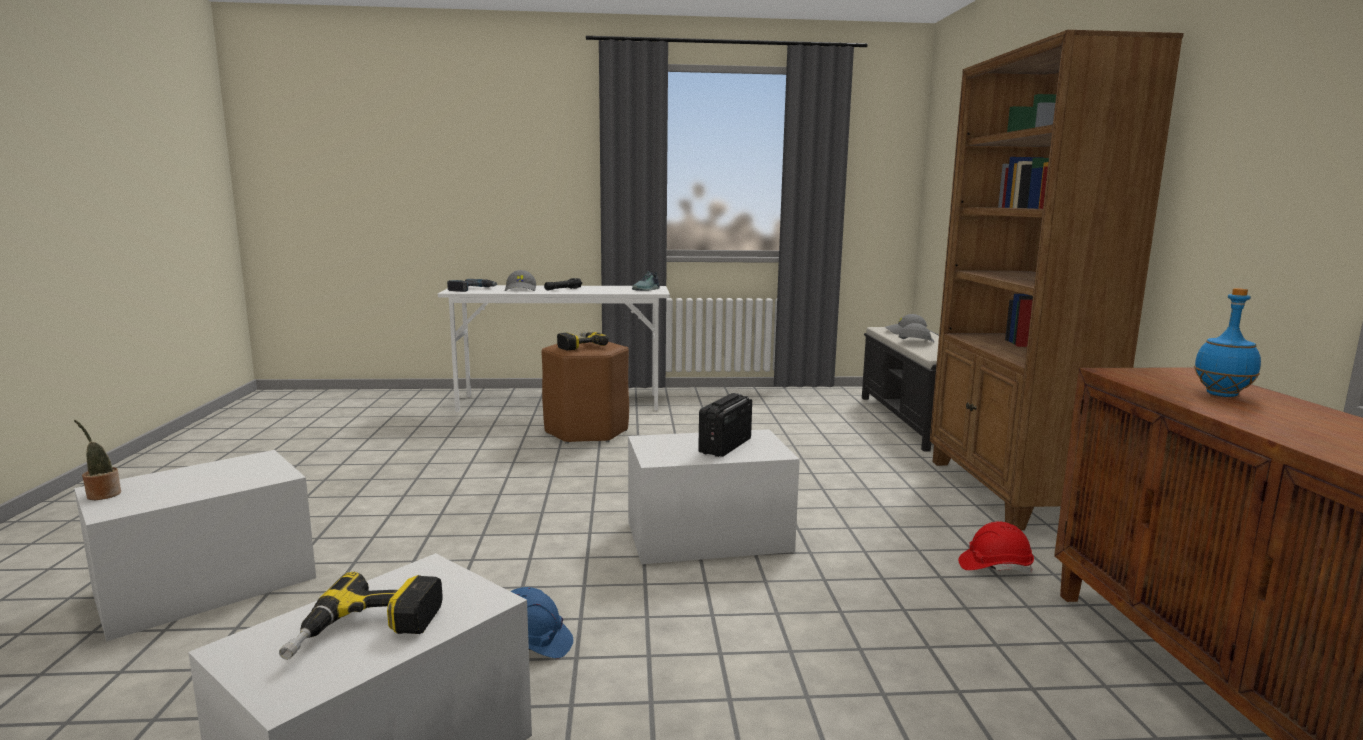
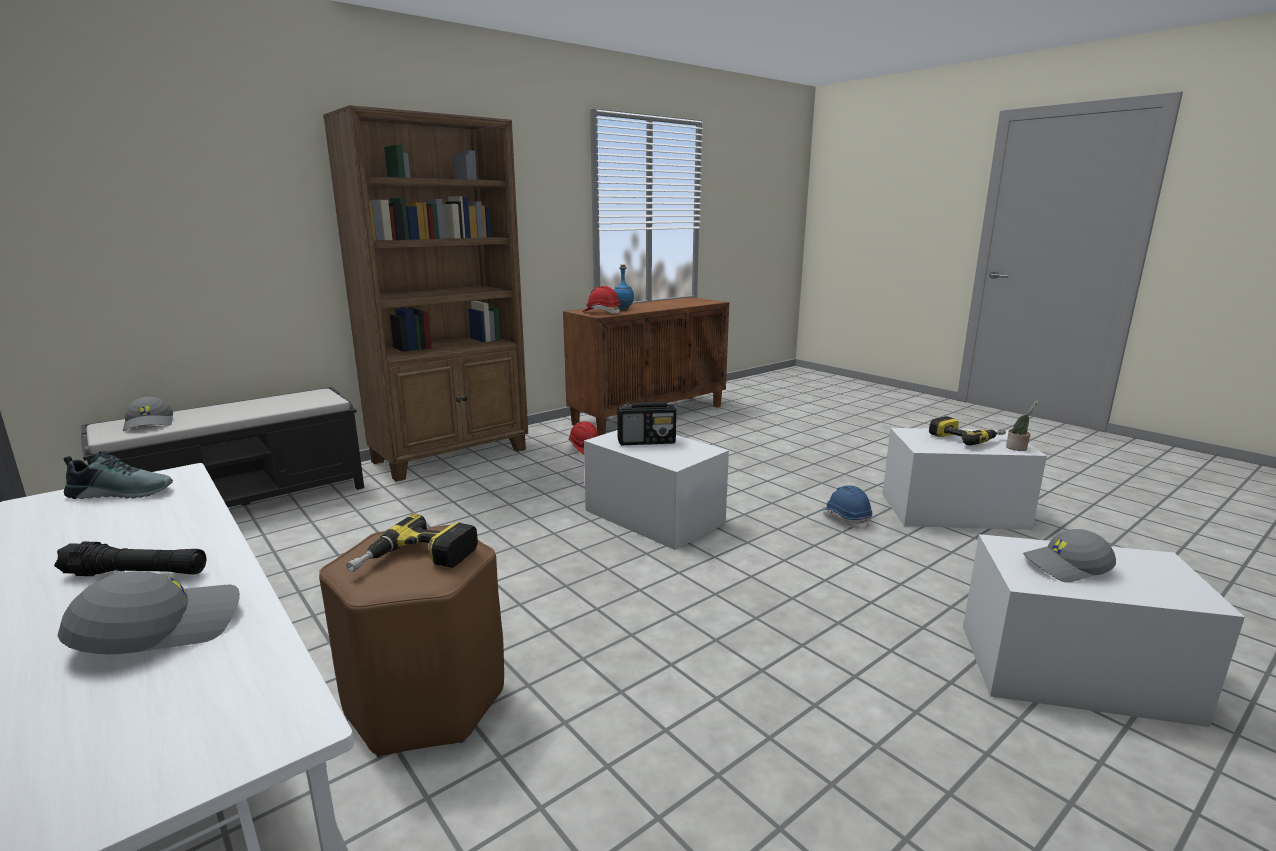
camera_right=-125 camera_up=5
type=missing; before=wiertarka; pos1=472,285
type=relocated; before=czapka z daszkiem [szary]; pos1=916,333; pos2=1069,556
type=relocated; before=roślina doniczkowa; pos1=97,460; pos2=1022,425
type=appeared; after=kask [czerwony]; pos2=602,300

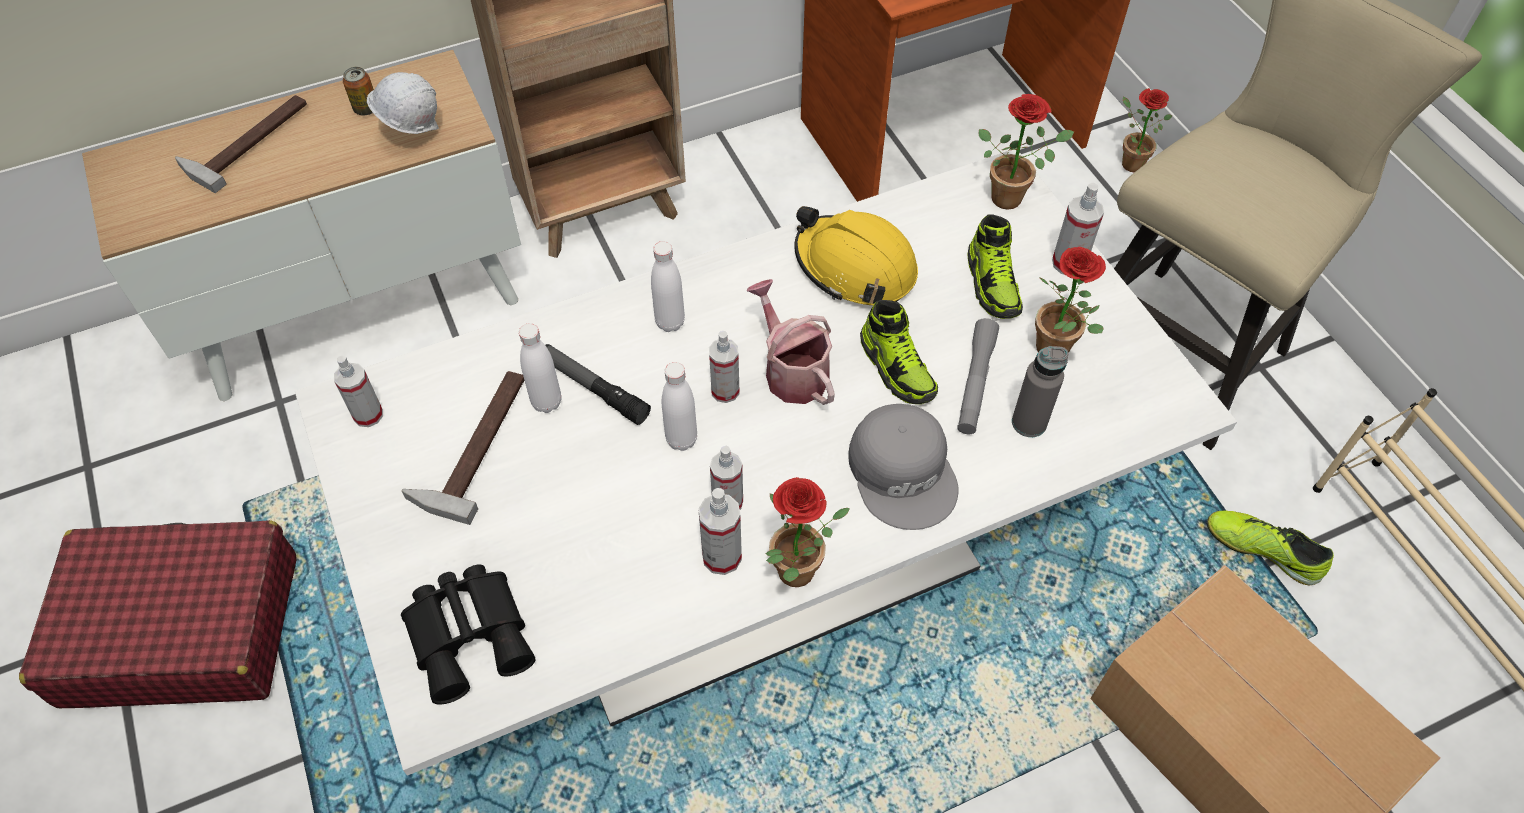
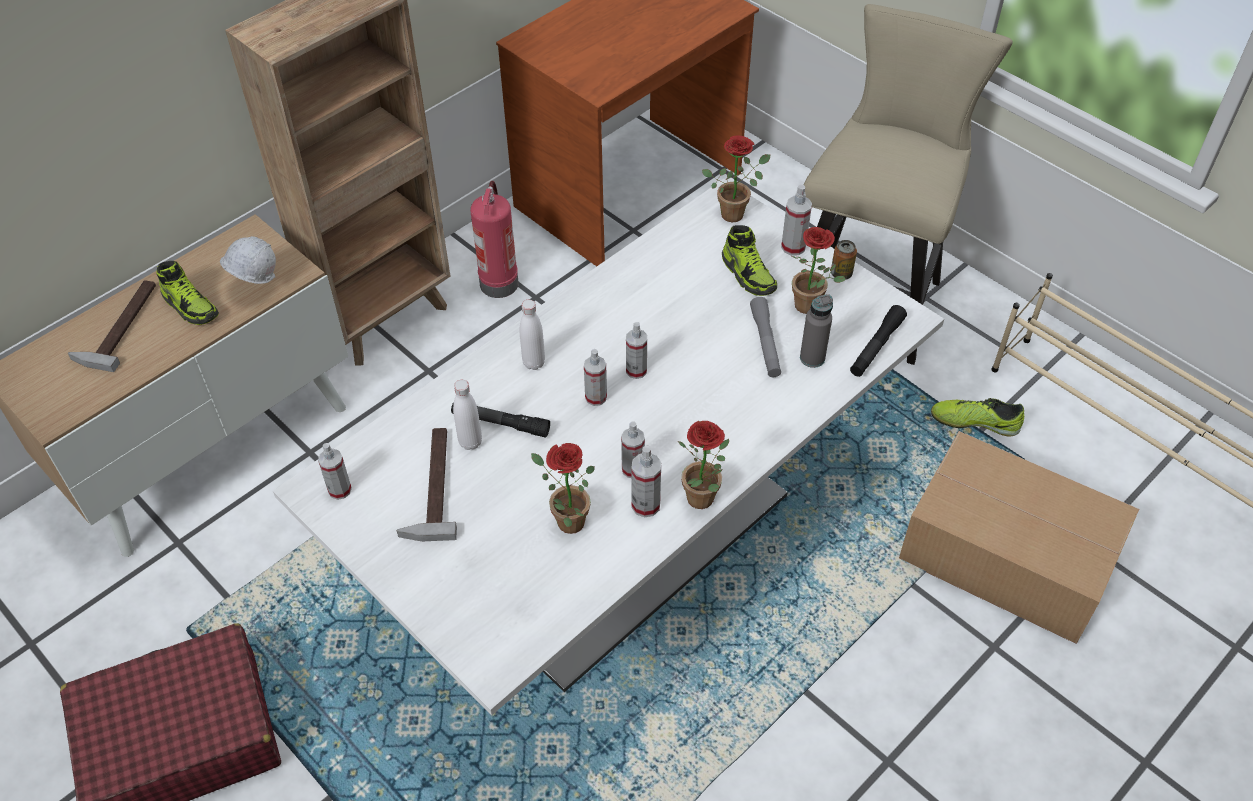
camera_right=-20 camera_up=-5
type=relocated; before=puszka; pos1=358,91; pos2=844,260
type=relocated; before=roślina doniczkowa; pos1=1147,130; pos2=563,488
type=missing; before=kask [żółty]; pos1=856,255
type=exchanged; before=konewka; after=spryskiwacz; pos1=791,342; pos2=636,350
type=relocated; before=but; pos1=899,352; pos2=188,293
type=missing; before=butelka [biały]; pos1=679,406
type=missing; before=czapka z daszkiem [szary]; pos1=903,467
type=missing; before=lornetka [czarny]; pos1=468,635
type=appeared; after=gaśnica; pos2=494,239
type=appeared; after=latarka [czarny]; pos2=878,341

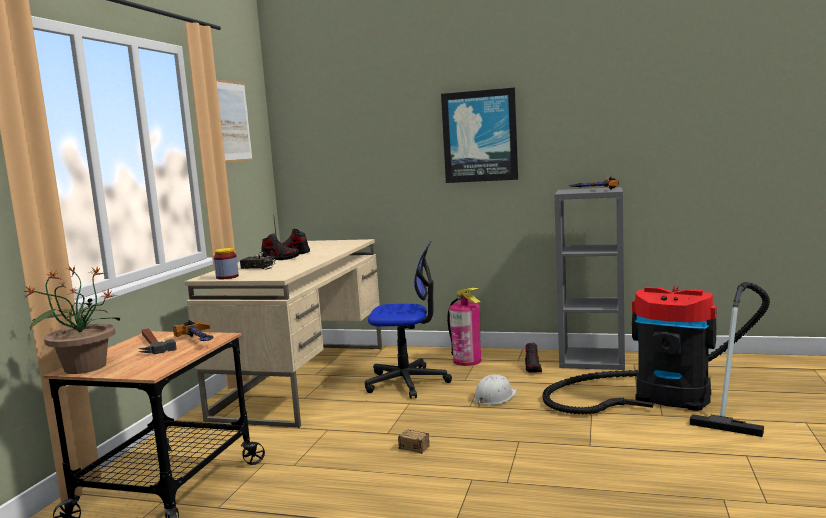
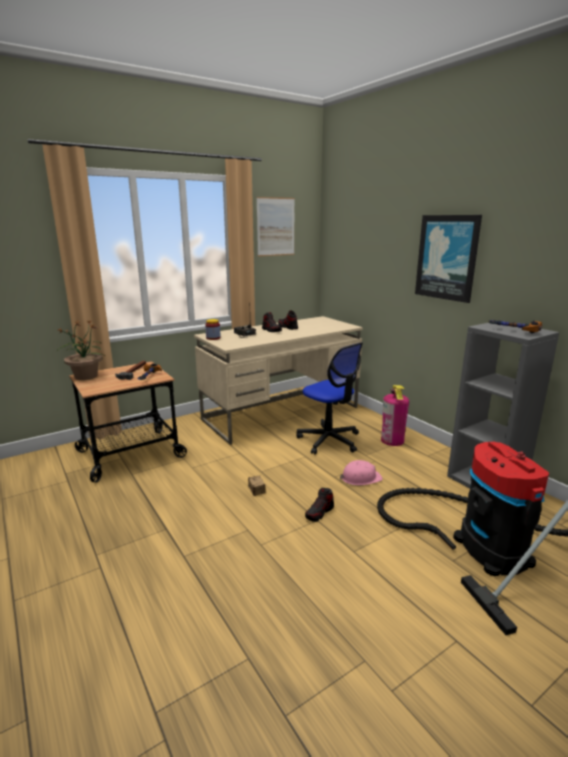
camera_right=40 camera_up=10
type=relocated; before=but; pos1=533,358; pos2=319,505
type=colour; before=kask [biały]; after=kask [różowy]; pos1=495,389; pos2=361,472

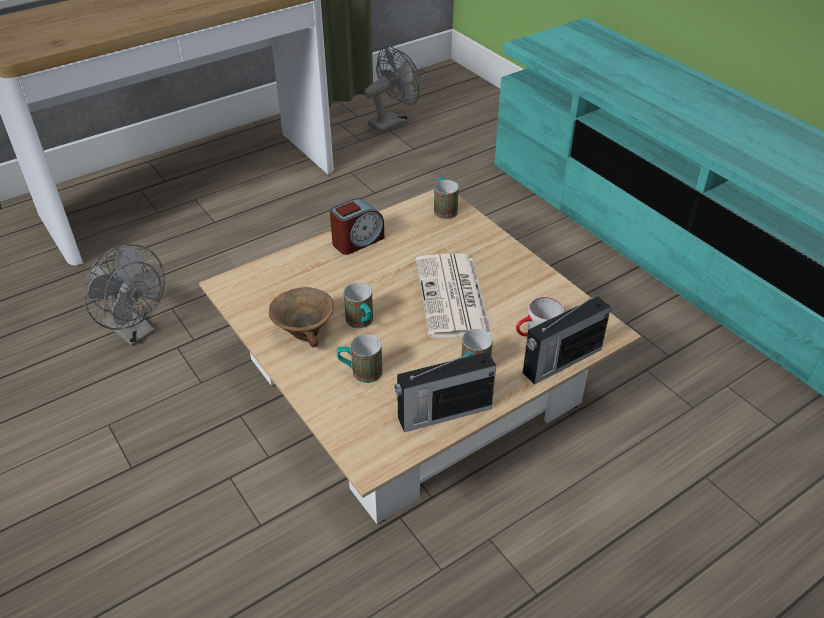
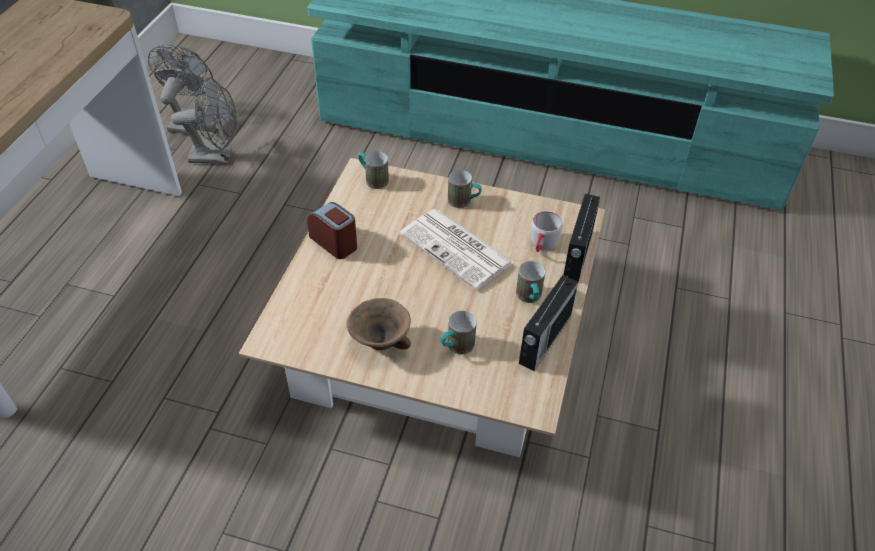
camera_right=-40 camera_up=5
type=spun; before=budzik; pos1=357,226; pos2=332,230; turn=-60
type=relocated; before=wentylator [szary]; pos1=124,295; pos2=204,121
type=relocated; before=kubek; pos1=358,305; pos2=465,189

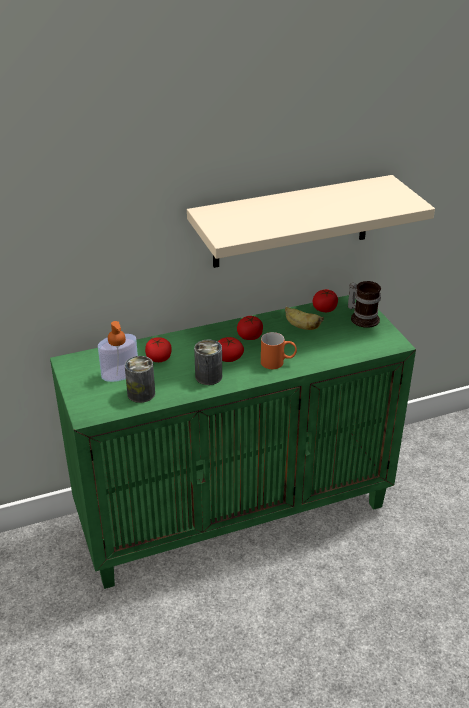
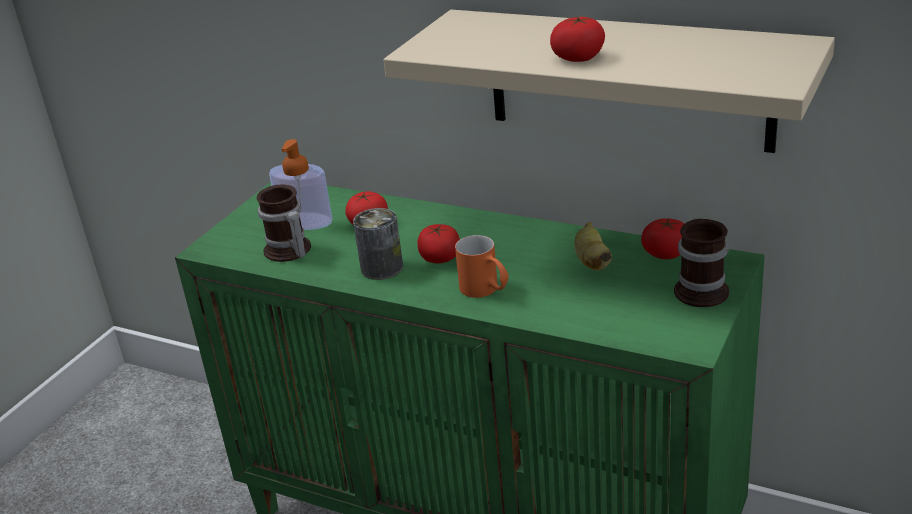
camera_right=50 camera_up=-5
type=relocated; before=pomidor; pos1=250,328; pos2=577,39
type=exchanged; before=puszka; after=kubek; pos1=140,379; pos2=284,223

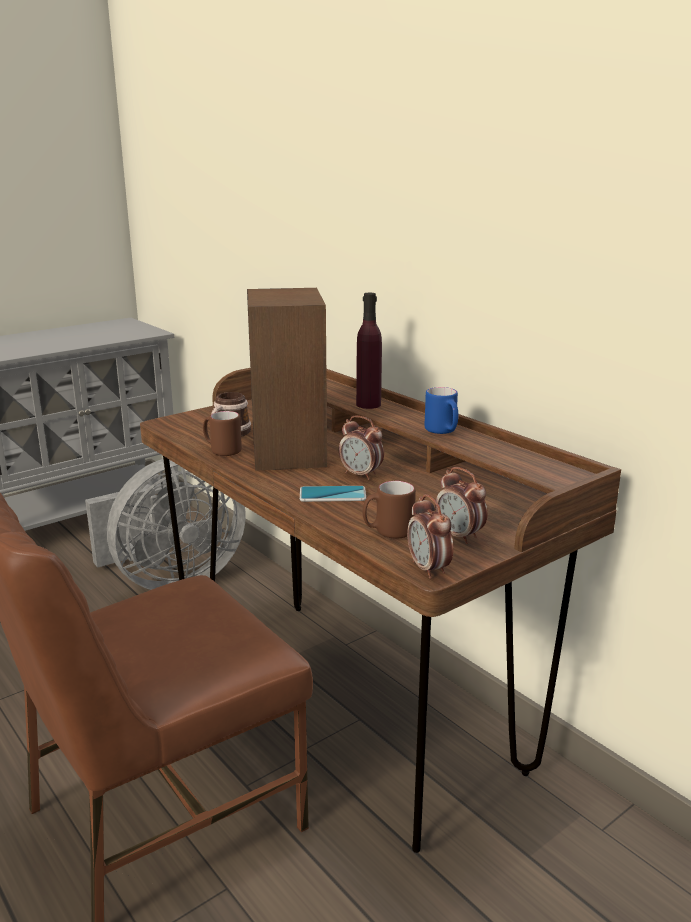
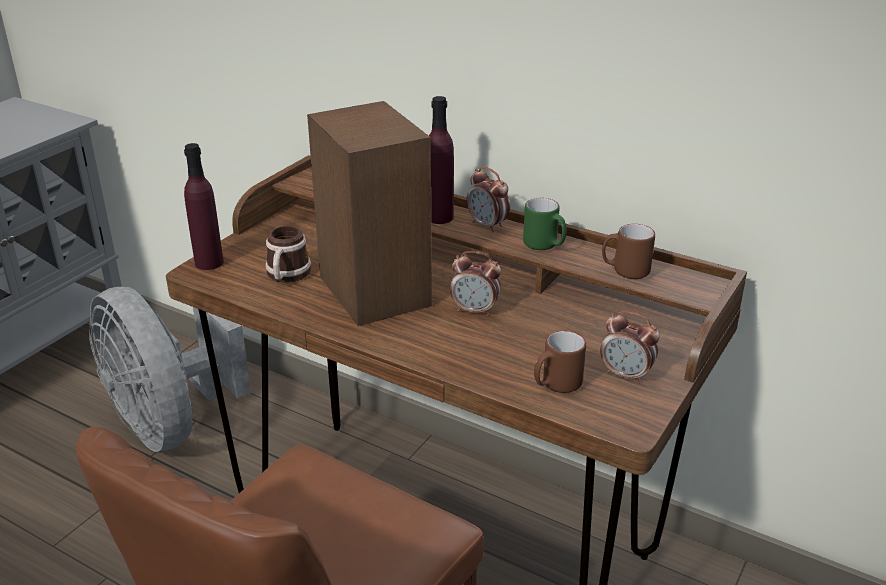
camera_right=-20 camera_up=10
type=colour; before=kubek [niebieski]; after=kubek [zielony]; pos1=442,410; pos2=545,224
type=relocated; before=kubek [brązowy]; pos1=222,433; pos2=628,251
type=spun; before=wentylator [szary]; pos1=165,524; pos2=170,369; turn=105
type=missing; before=telefon; pos1=333,494
type=relocated; before=budzik; pos1=430,536; pos2=488,200
type=appeared; after=butelka [fioletowy]; pos2=204,206

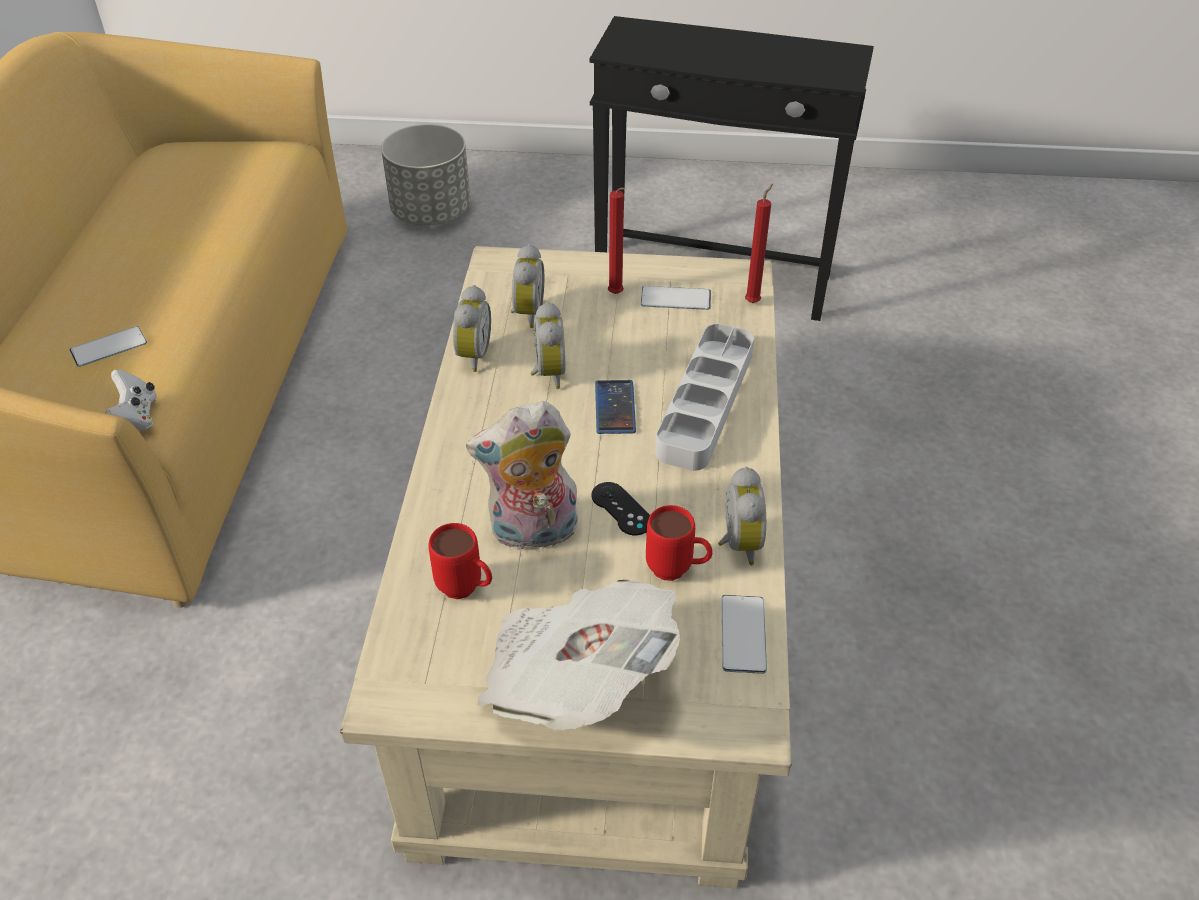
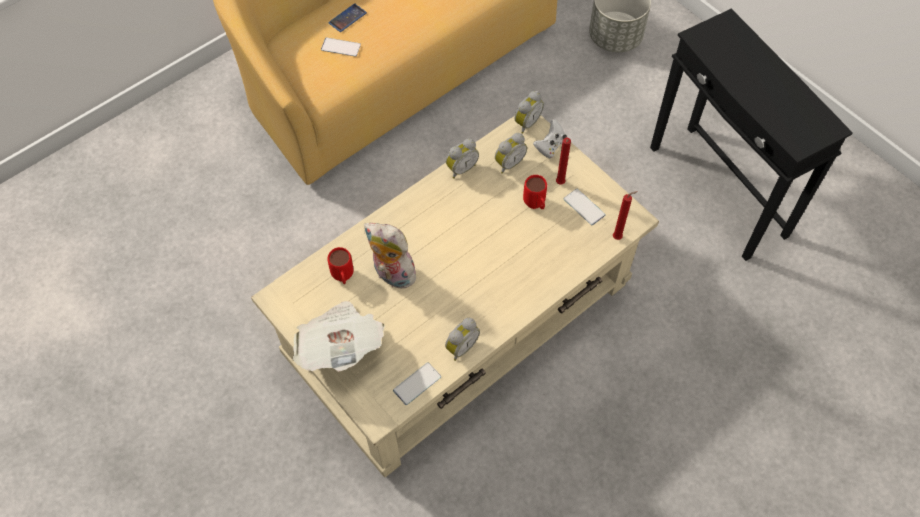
camera_right=45 camera_up=15
type=relocated; before=budzik; pos1=548,345; pos2=529,112
type=missing; before=taca [szary]; pos1=704,397
type=relocated; before=pad do gier [biały]; pos1=131,400; pos2=550,138
type=relocated; before=telefon; pos1=615,407; pos2=347,18
type=missing; before=pad do gier [czarny]; pos1=620,508
type=relocated; before=kubek [czerwony]; pos1=679,543; pos2=535,192

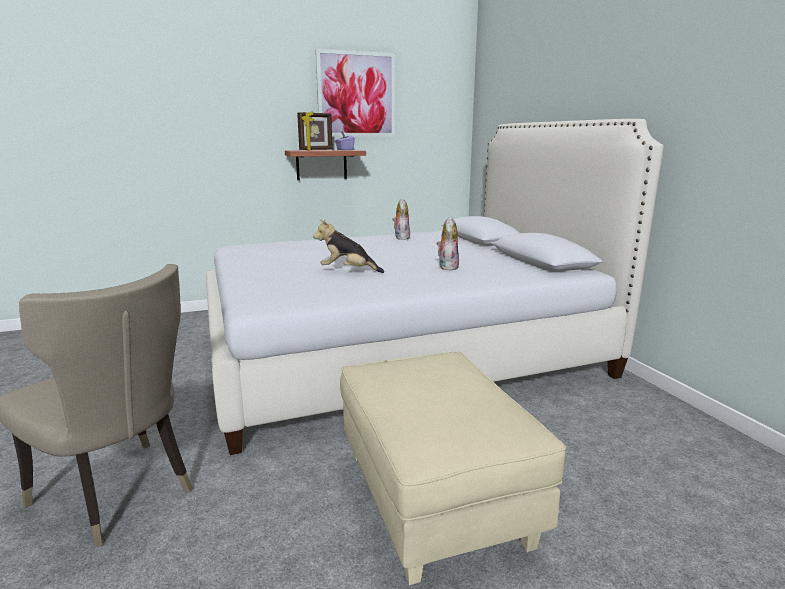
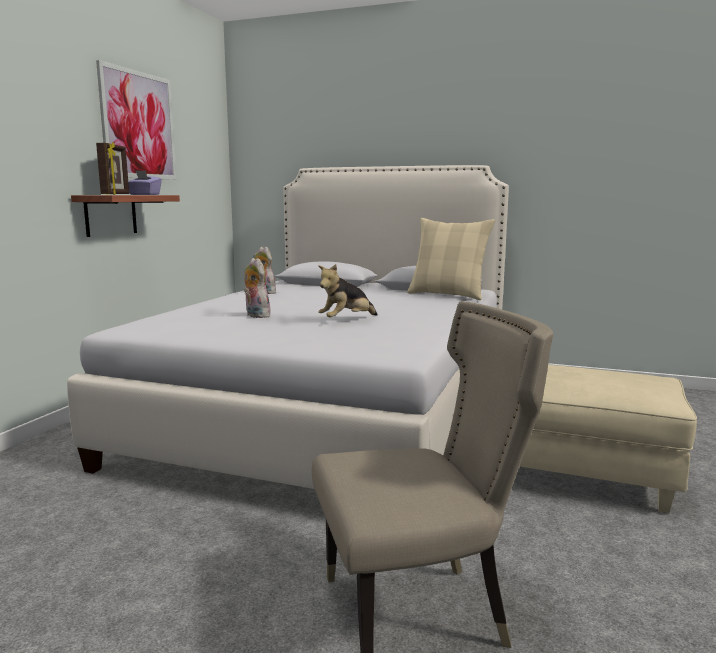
camera_right=-50 camera_up=-5
type=relocated; before=pluszak; pos1=447,243; pos2=257,288
type=appeared; after=poduszka [beżowy]; pos2=451,259

